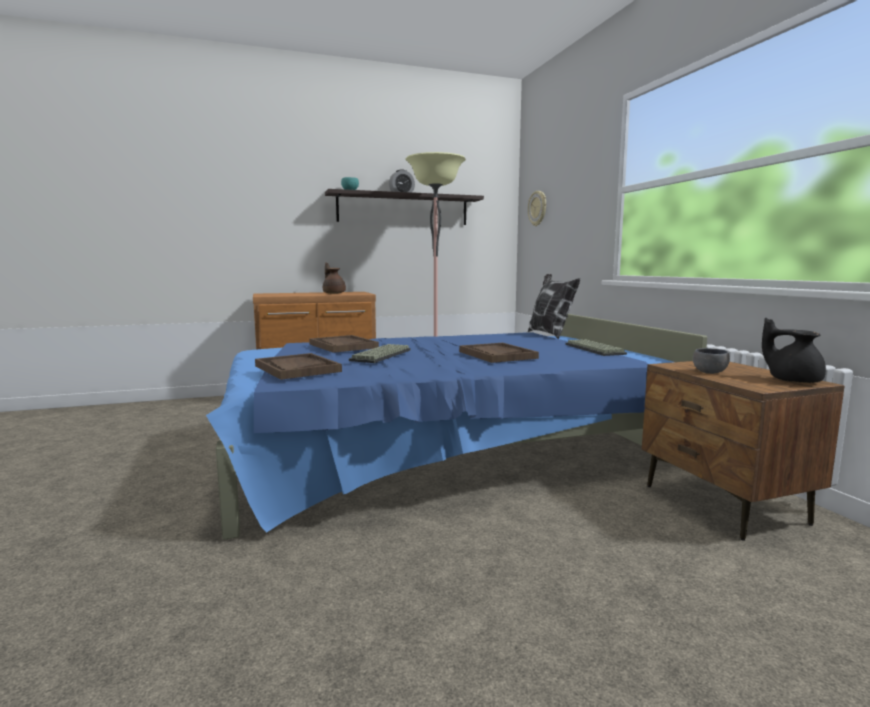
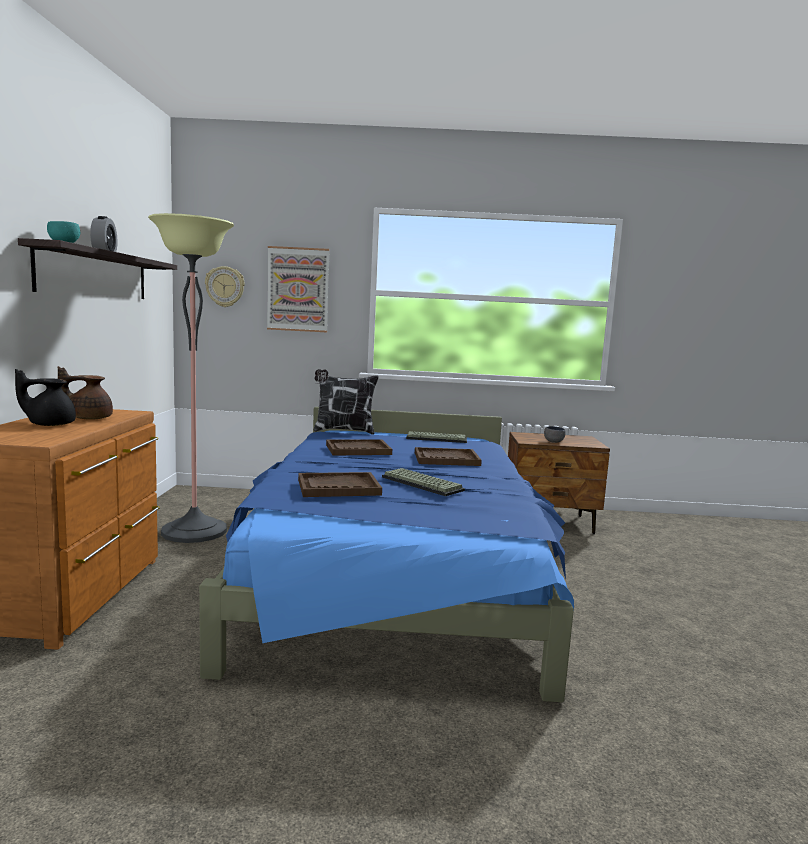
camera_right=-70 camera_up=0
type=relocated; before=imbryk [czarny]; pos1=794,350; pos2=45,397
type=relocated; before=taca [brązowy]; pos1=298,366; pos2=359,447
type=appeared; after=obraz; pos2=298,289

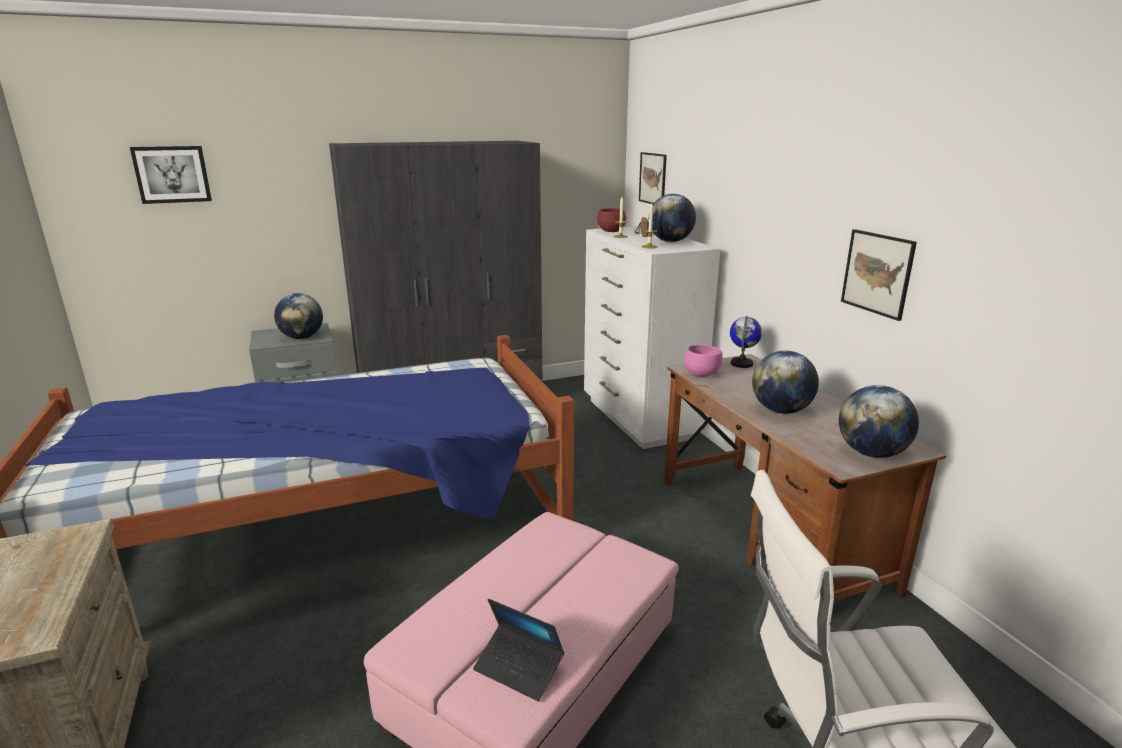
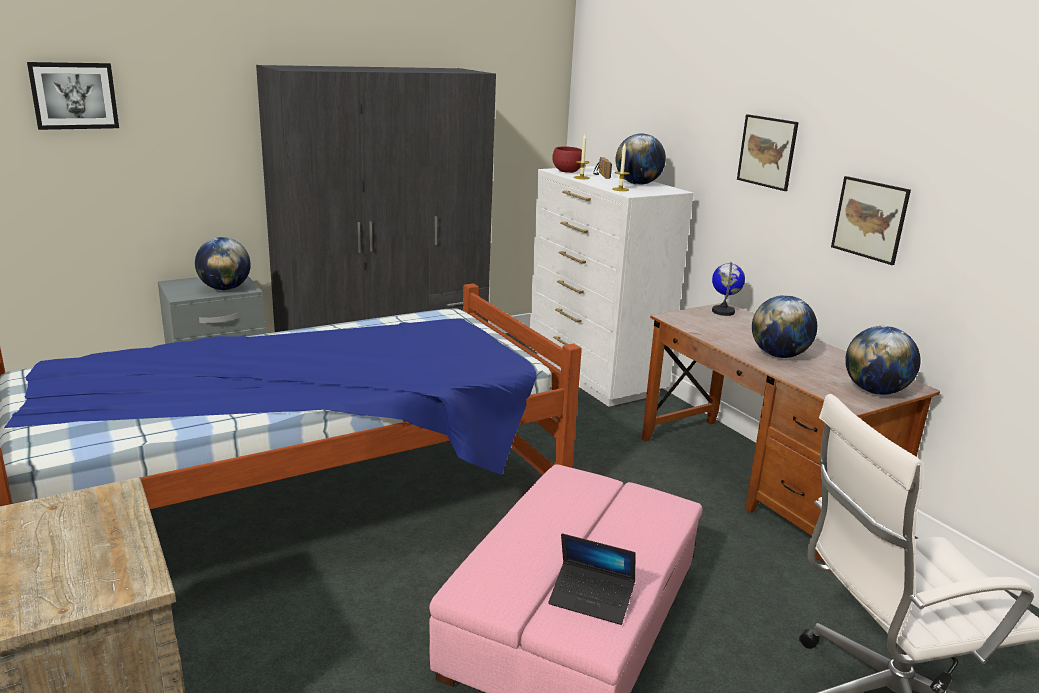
camera_right=-10 camera_up=0
type=relocated; before=obraz; pos1=653,178; pos2=768,152
type=missing; before=miska [różowy]; pos1=703,361

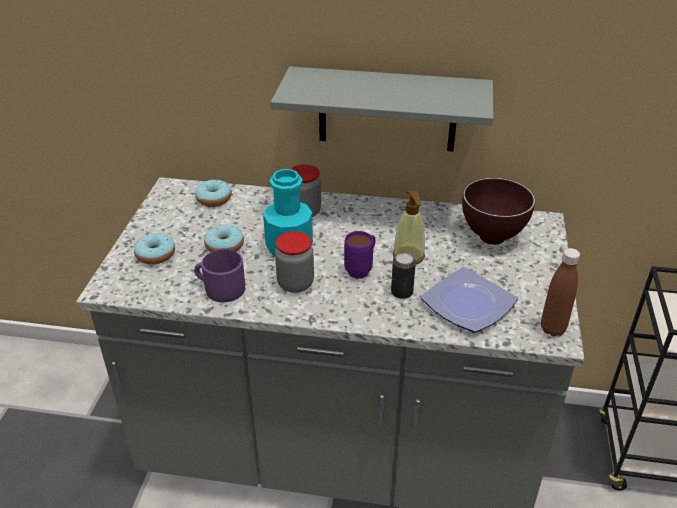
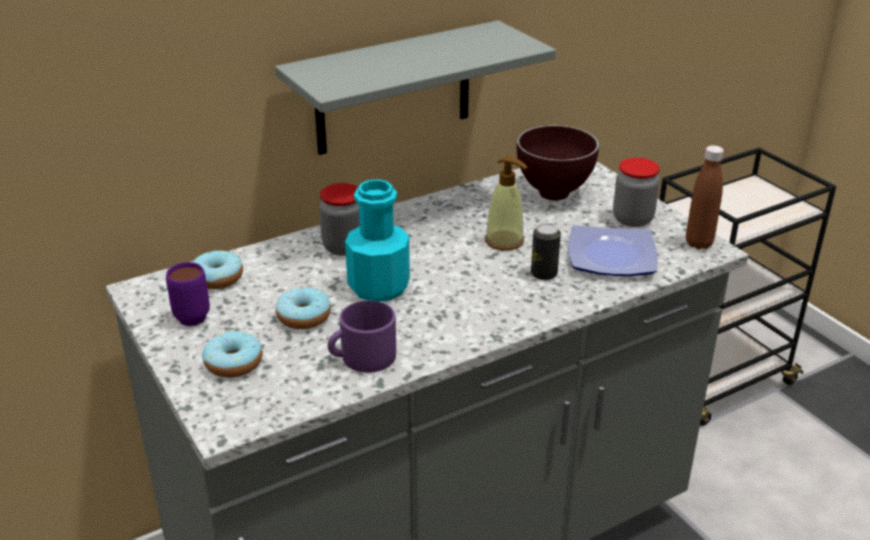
camera_right=-40 camera_up=-5
type=relocated; before=słoik; pos1=294,262; pos2=636,192
type=relocated; before=kubek [fioletowy]; pos1=360,255; pos2=188,294

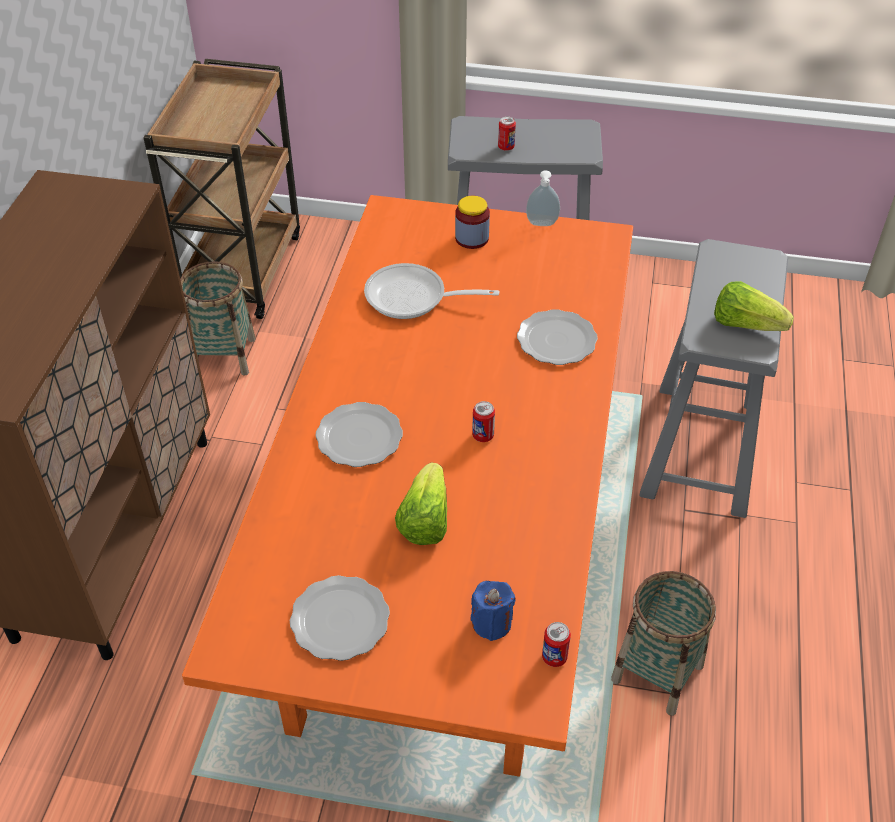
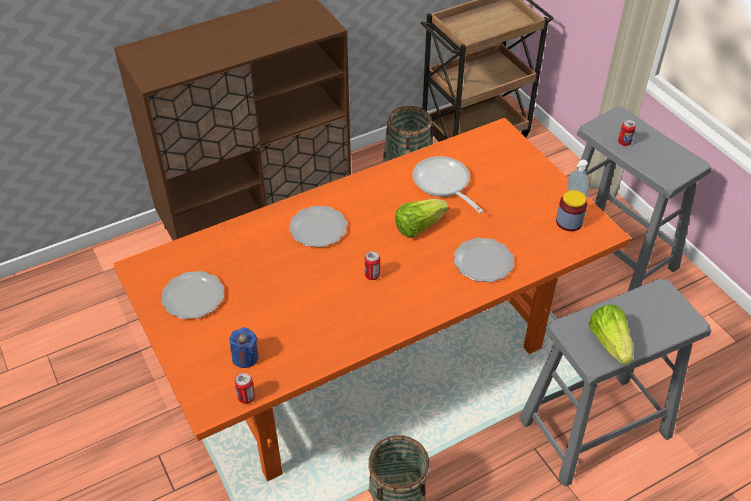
camera_right=50 camera_up=0
type=relocated; before=słoik; pos1=472,222; pos2=571,210
type=relocated; before=sałata; pos1=421,503; pos2=421,218

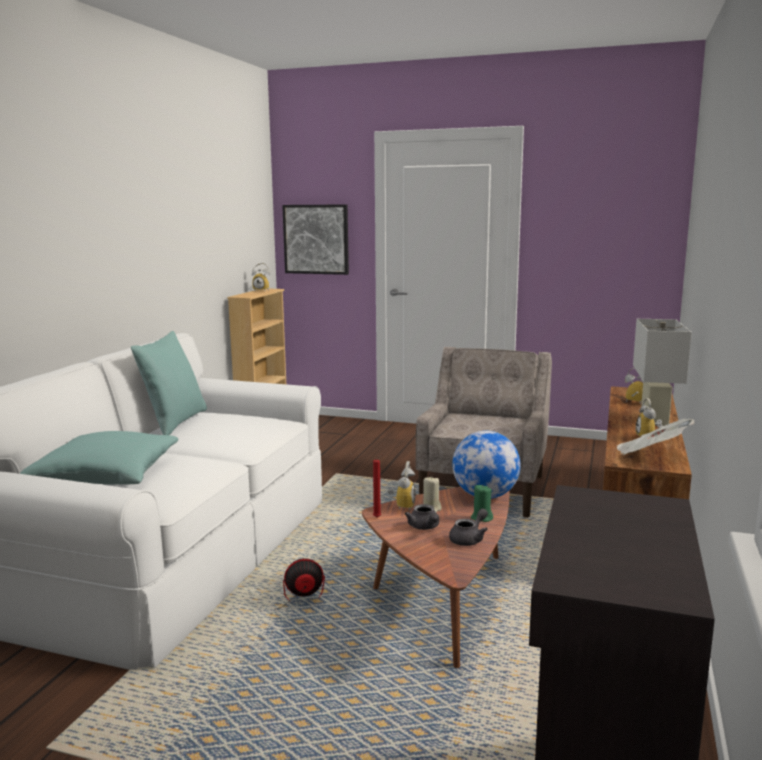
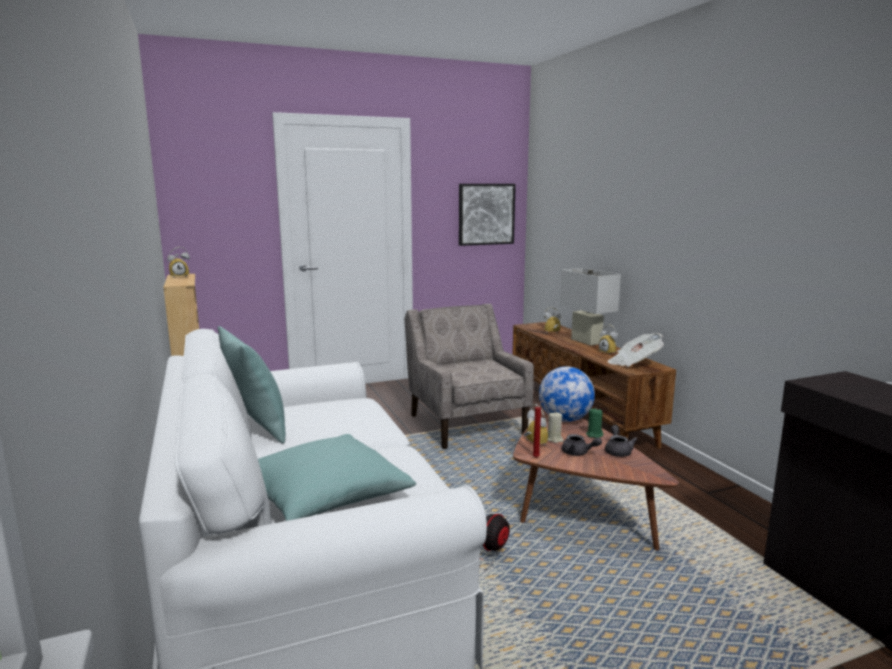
camera_right=-40 camera_up=0
type=relocated; before=obraz; pos1=315,239; pos2=487,215

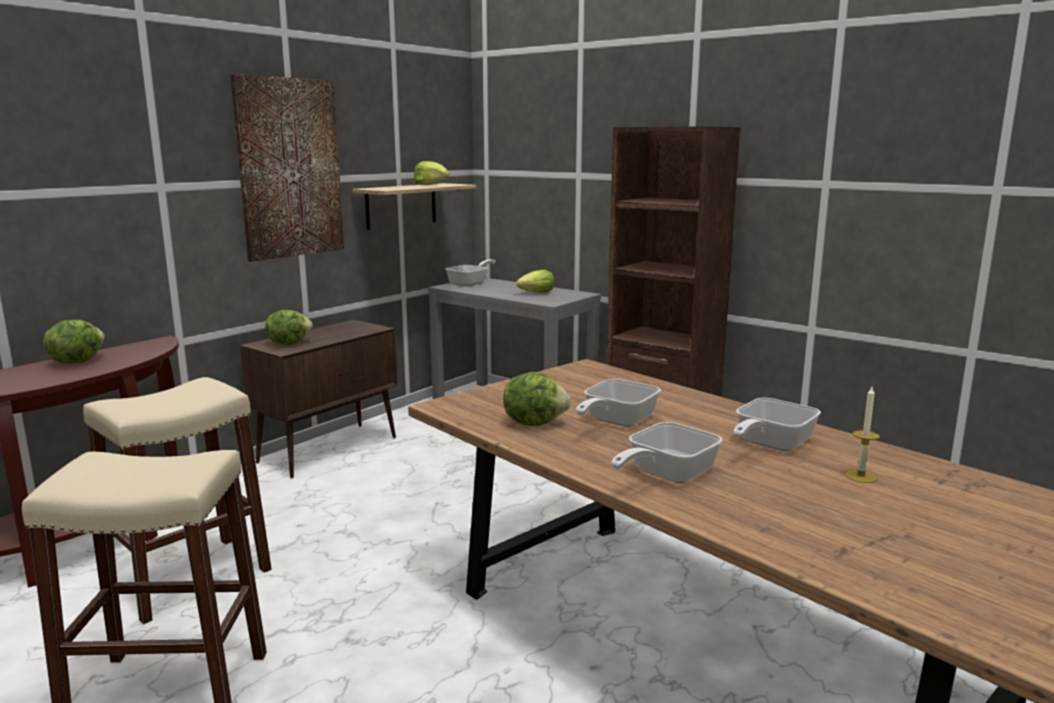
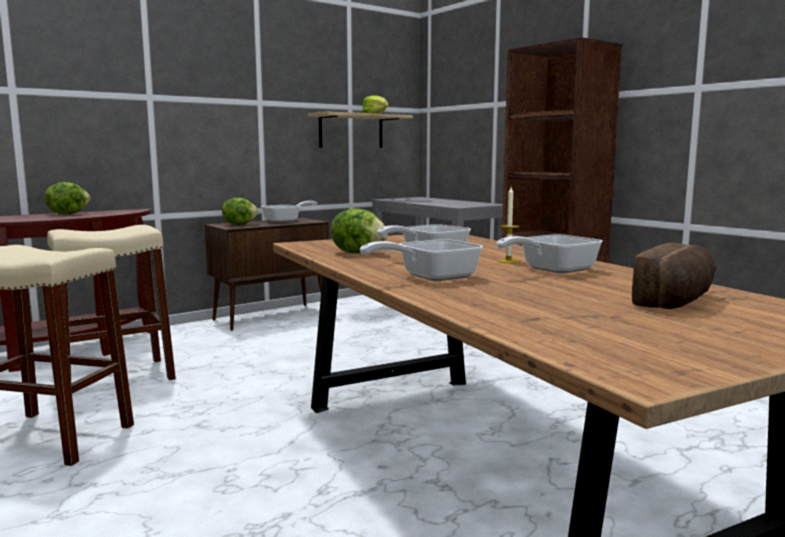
camera_right=15 camera_up=-5
type=missing; before=obraz; pos1=287,168
type=relocated; before=patelnia; pos1=471,272; pos2=289,212
type=missing; before=sałata; pos1=535,281
type=relocated; before=świeca; pos1=862,435; pos2=508,225
type=appeared; after=chleb; pos2=674,276

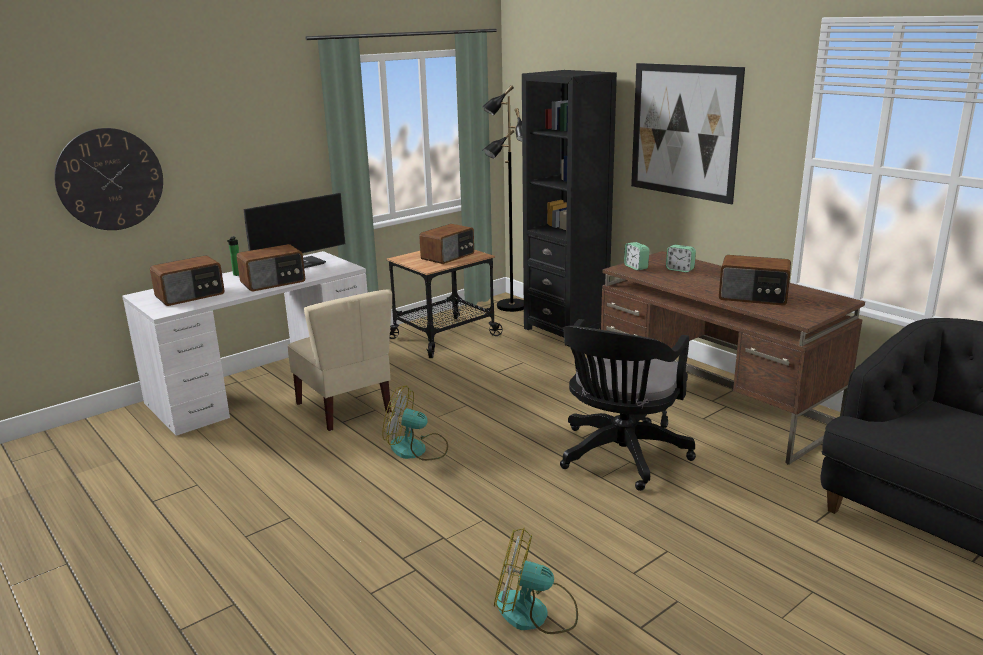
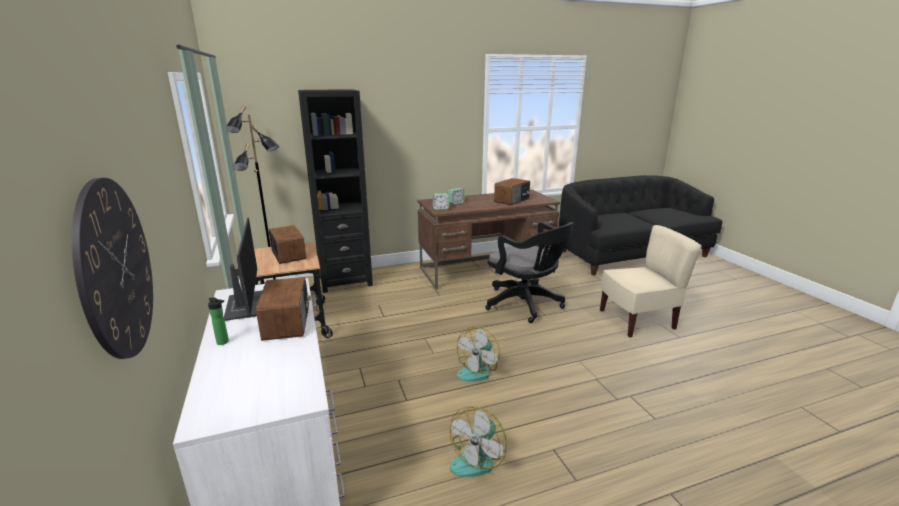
camera_right=-70 camera_up=0
type=missing; before=obraz; pos1=688,133
type=missing; before=radio; pos1=187,280
type=relocated; before=krzesło [beżowy]; pos1=340,360; pos2=651,281
type=relocated; before=wentylator; pos1=536,581; pos2=478,441

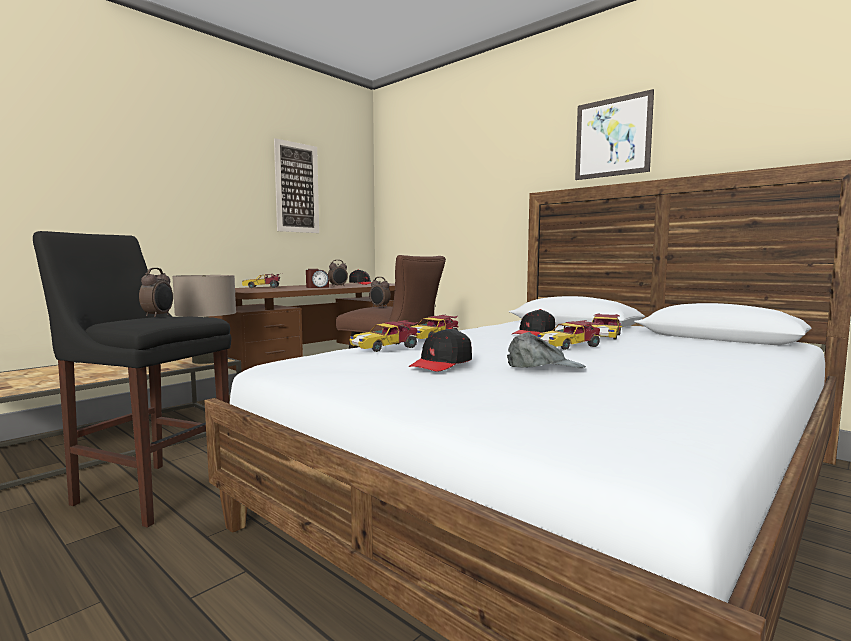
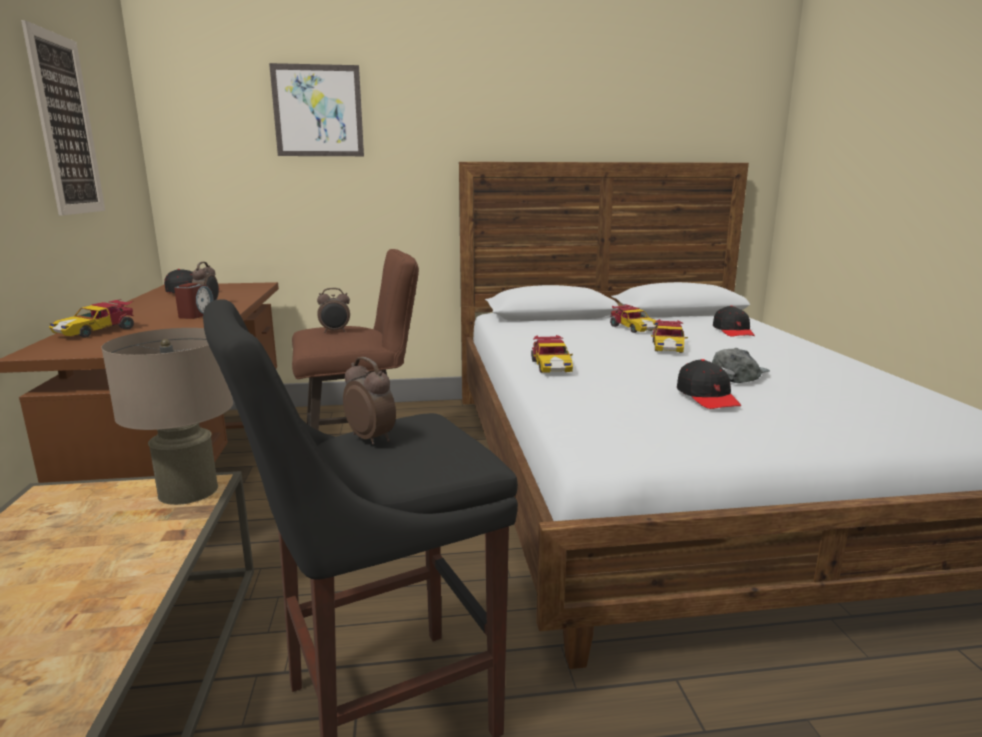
camera_right=-50 camera_up=10
type=relocated; before=obraz; pos1=614,134; pos2=316,109
type=relocated; before=czapka z daszkiem [czarny]; pos1=533,322; pos2=734,321
type=missing; before=samochodzik; pos1=383,336

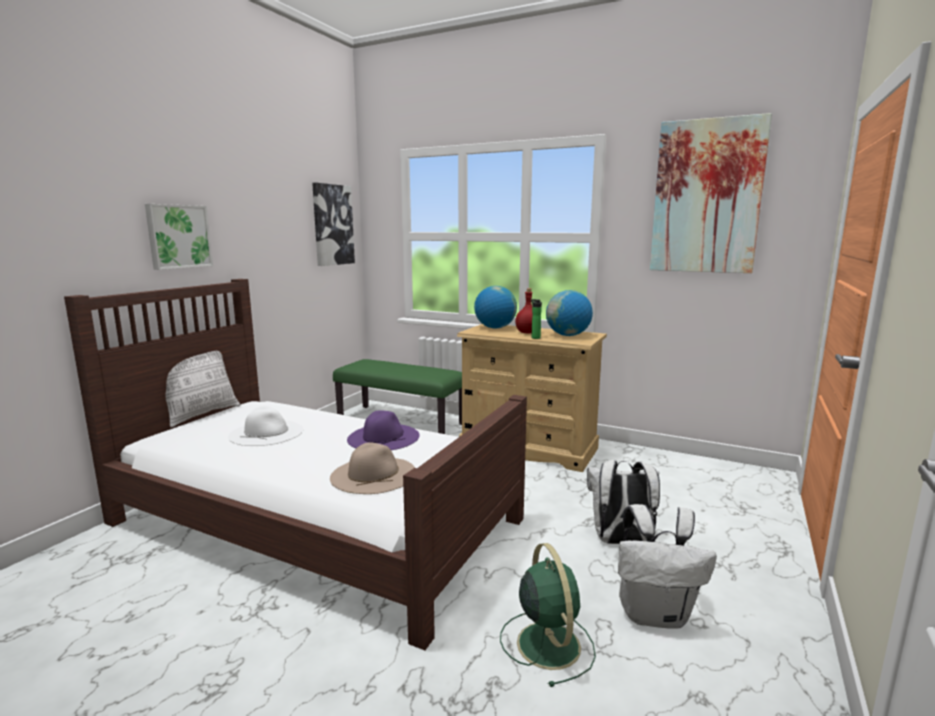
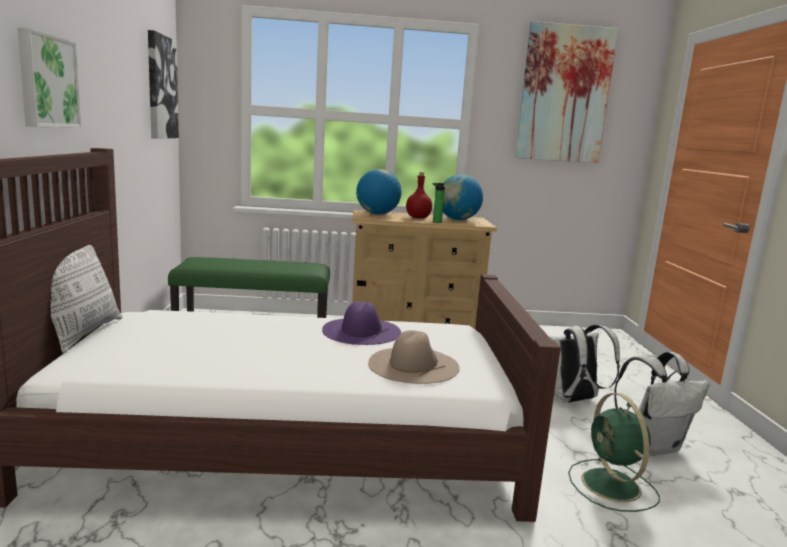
camera_right=-30 camera_up=0
type=missing; before=kapelusz [biały]; pos1=265,426
type=spun; before=wentylator [zielony]; pos1=548,615; pos2=614,452; turn=-150

